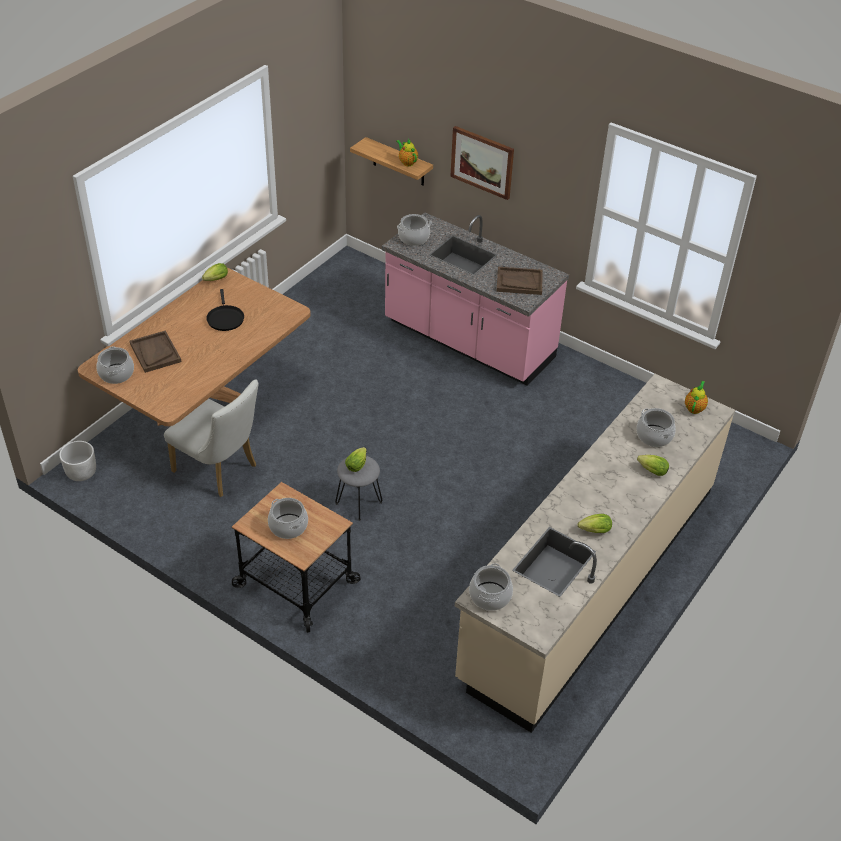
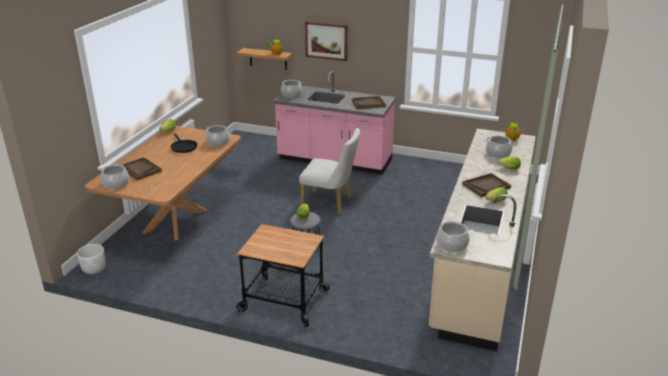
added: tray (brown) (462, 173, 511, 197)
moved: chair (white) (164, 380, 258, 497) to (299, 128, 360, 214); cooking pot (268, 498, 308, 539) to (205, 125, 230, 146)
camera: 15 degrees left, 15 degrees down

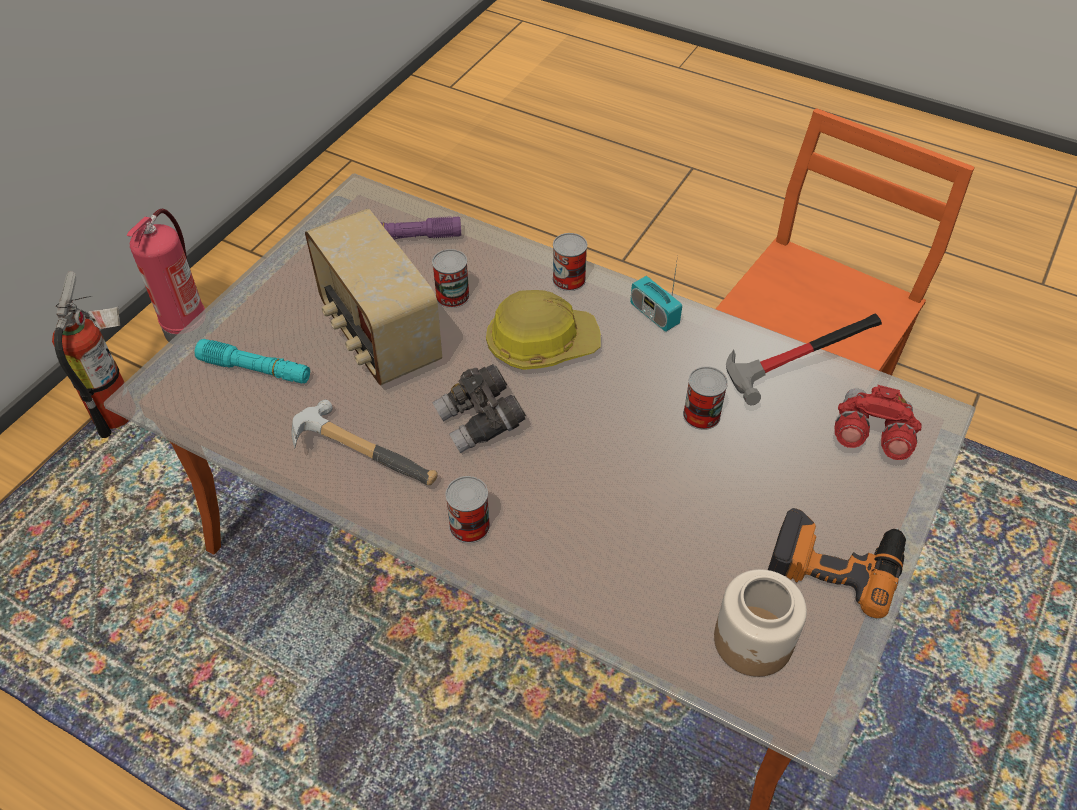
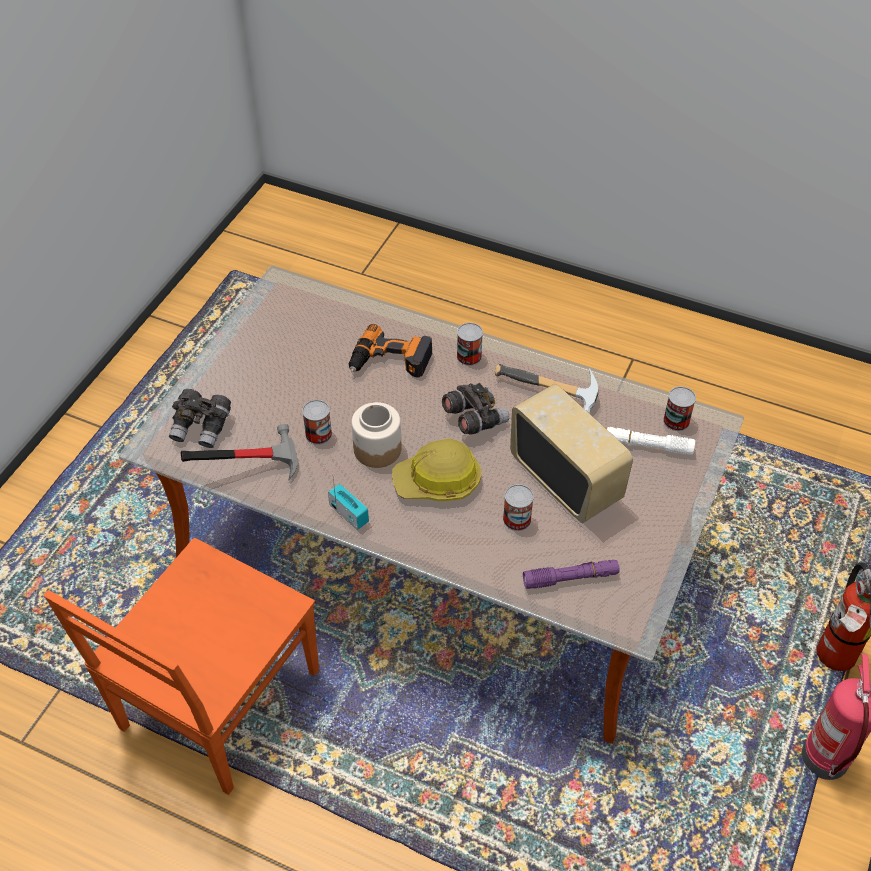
moved: can (552, 233, 587, 291) to (663, 387, 696, 431); jar (714, 569, 807, 677) to (351, 402, 402, 468); power drill (768, 508, 906, 618) to (349, 324, 432, 378)
recoloured: flashlight (turquoise) (195, 339, 310, 383) to flashlight (white) (607, 427, 695, 455); binoculars (red) (835, 385, 921, 460) to binoculars (grey) (169, 389, 231, 448)
camera: 175 degrees right, 0 degrees up

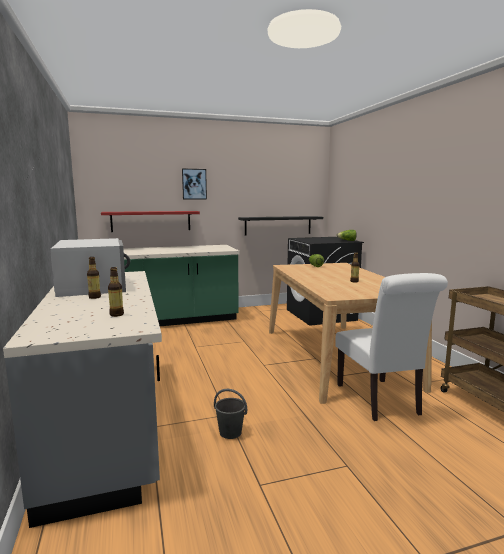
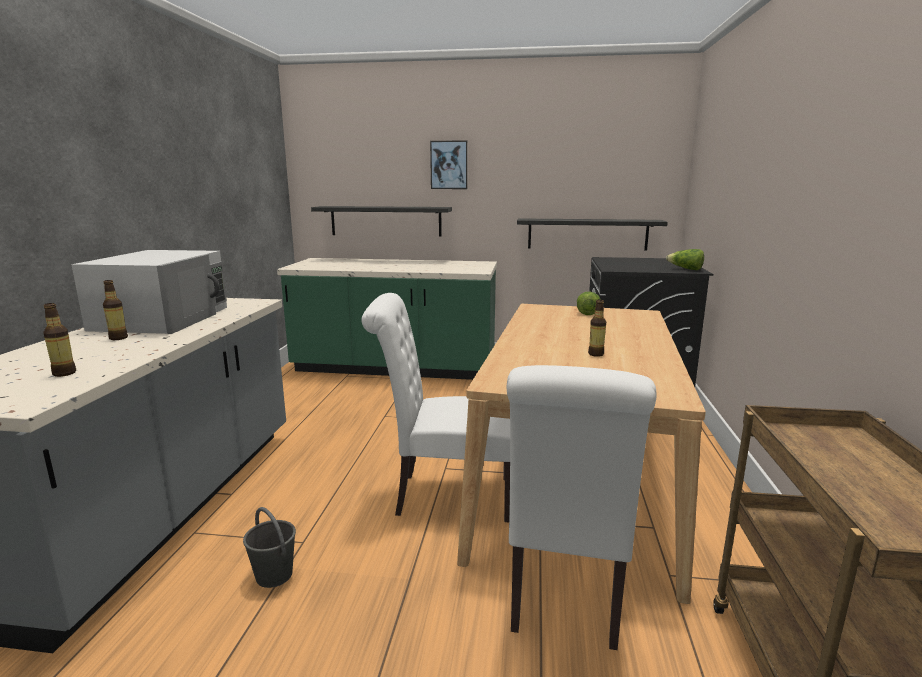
added: chair (white) (361, 293, 510, 522)
recoloured: shelf (red) (101, 211, 200, 232) to shelf (black) (311, 206, 452, 237)
camera: 25 degrees right, 5 degrees up

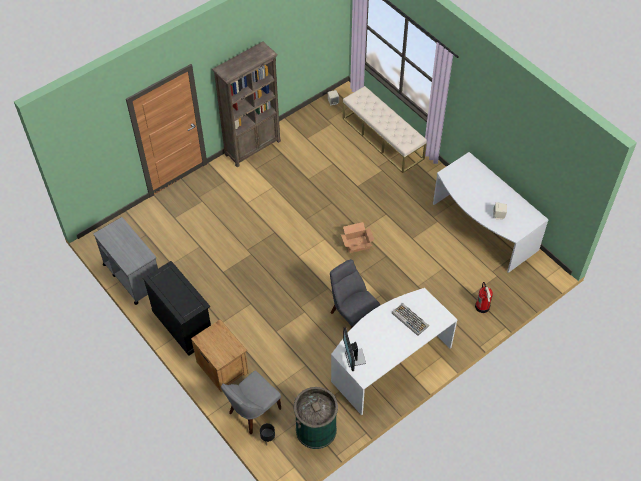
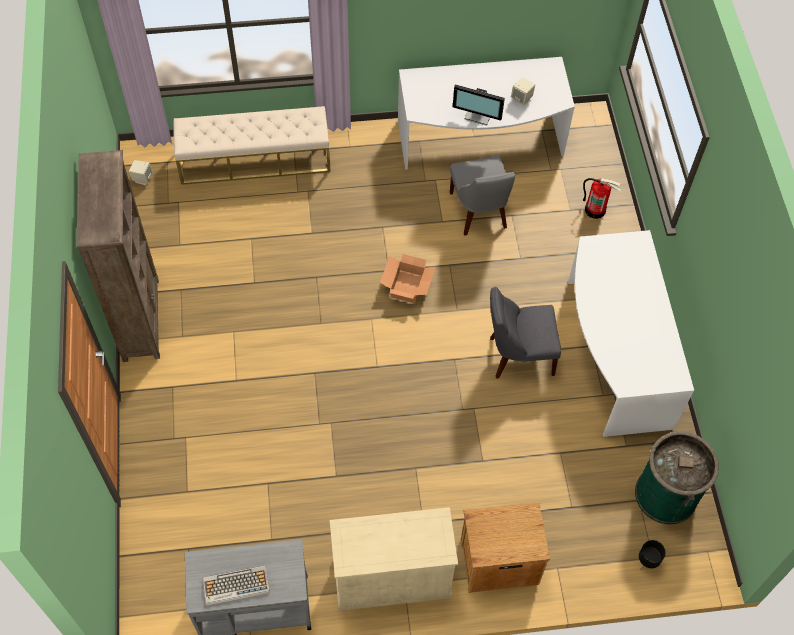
moved: chair (grey) (221, 371, 281, 434) to (450, 156, 515, 236); monitor (343, 327, 366, 371) to (453, 84, 505, 126); keyboard (392, 303, 429, 336) to (203, 565, 270, 606)
recoloured: cabinet (black) (143, 261, 211, 356) to cabinet (beige) (329, 507, 458, 611)
camera: 60 degrees left, 5 degrees up

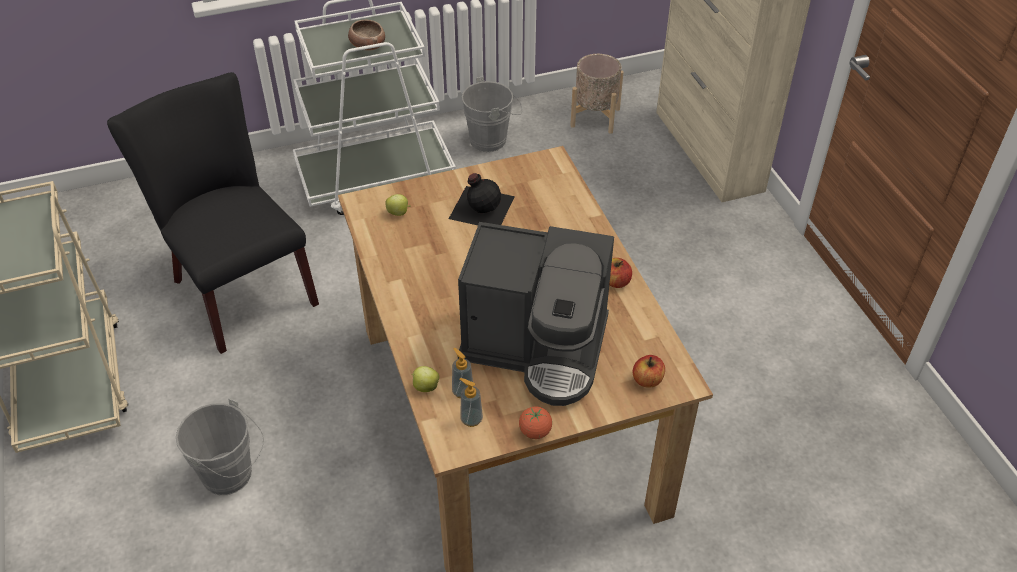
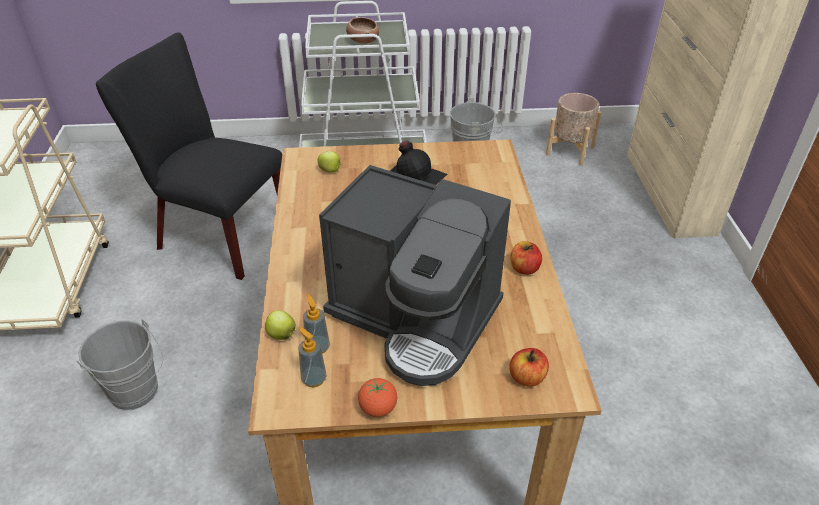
turned: chair (black) (107, 72, 319, 354) = (96, 32, 282, 280) 45 degrees counterclockwise
camera: 15 degrees right, 5 degrees down

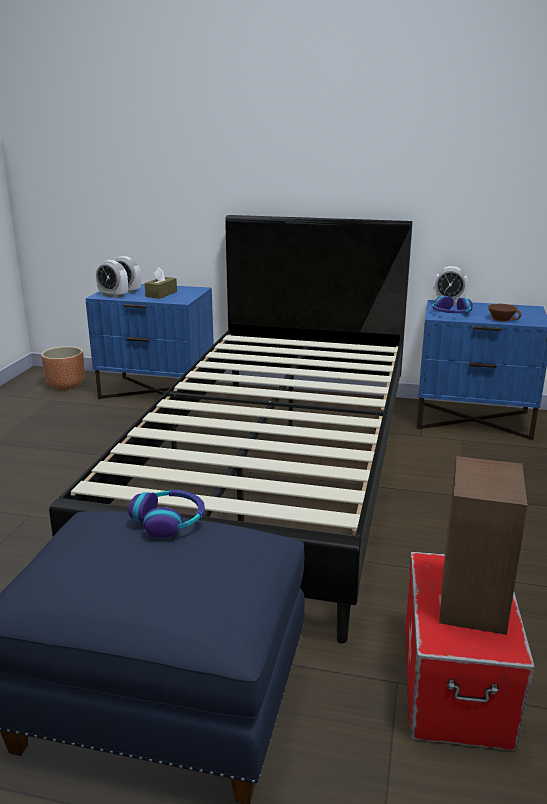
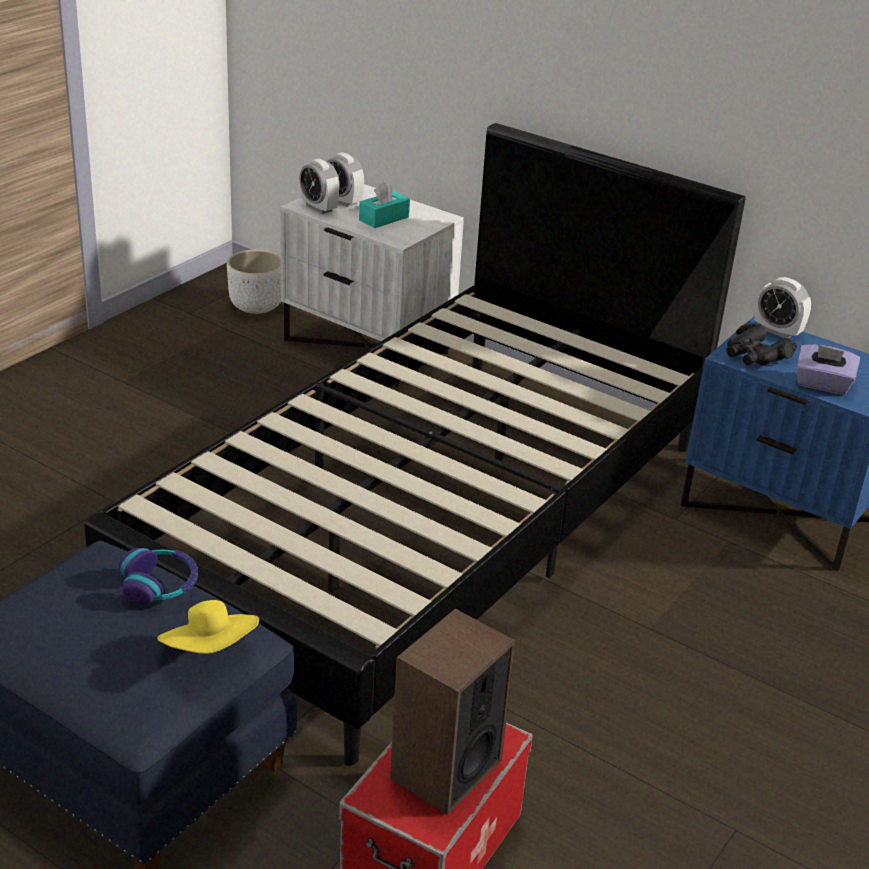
added: hat (yellow) (157, 600, 259, 654)
replaced: headphones (432, 296, 473, 314) to binoculars (black) (726, 323, 797, 366); cup (brown) (488, 304, 521, 322) to tissue box (purple) (796, 344, 860, 395)
recoloured: planter (brown) (41, 346, 85, 390) to planter (white) (227, 250, 281, 314); nightstand (blue) (86, 284, 214, 399) to nightstand (white) (280, 184, 464, 387); tissue box (brown) (145, 267, 177, 299) to tissue box (turquoise) (359, 181, 410, 228)
camera: 20 degrees right, 10 degrees up

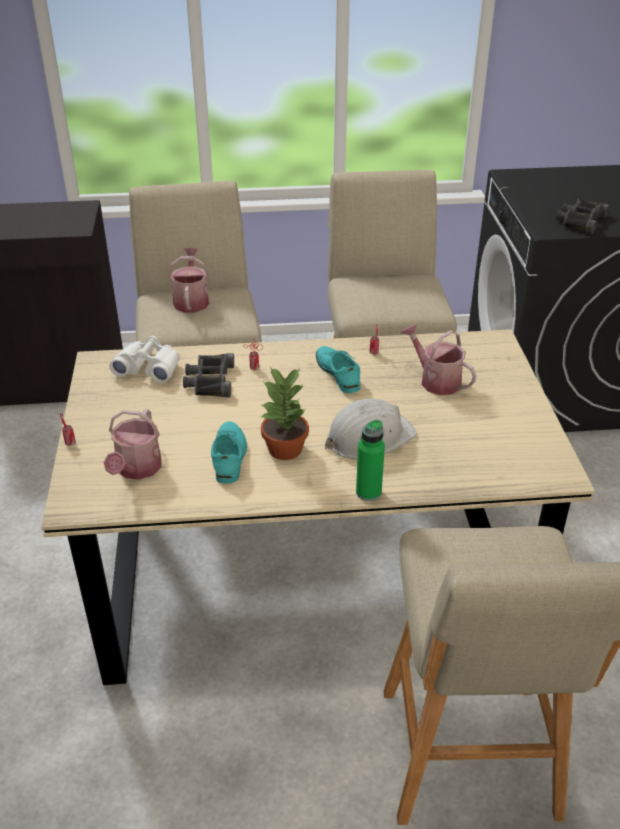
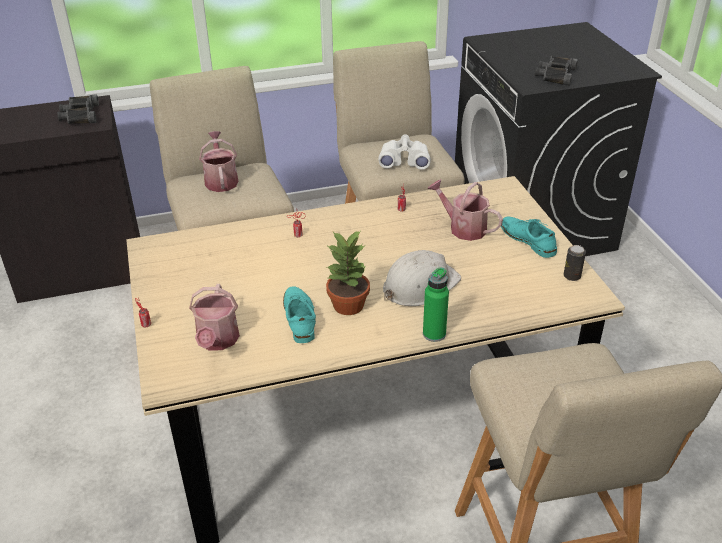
added: can (564, 245, 586, 281)
moved: binoculars (white) (109, 336, 180, 383) to (378, 134, 431, 170); binoculars (black) (183, 353, 234, 397) to (57, 94, 99, 124); shoe (turquoise) (316, 346, 360, 393) to (501, 217, 557, 258)
camera: 10 degrees left, 0 degrees up

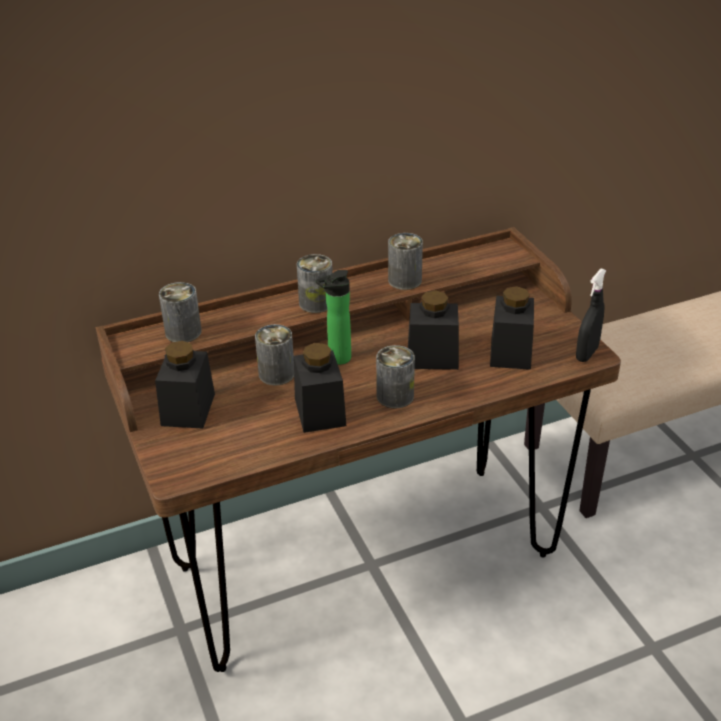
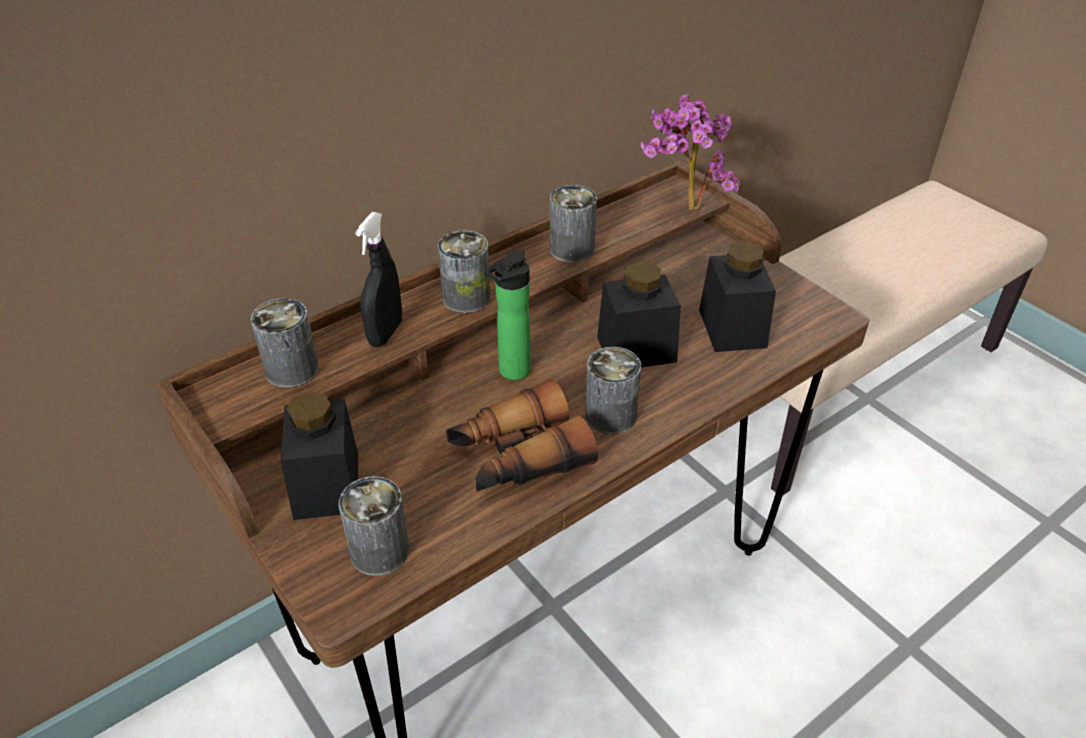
added: potted plant (640, 94, 740, 210)
moved: can (255, 324, 294, 386) to (338, 476, 409, 576); spray bottle (black) (576, 269, 606, 362) to (355, 212, 402, 347)
replaced: jar (black) (294, 343, 346, 433) to binoculars (446, 379, 598, 491)
camera: 15 degrees left, 5 degrees up

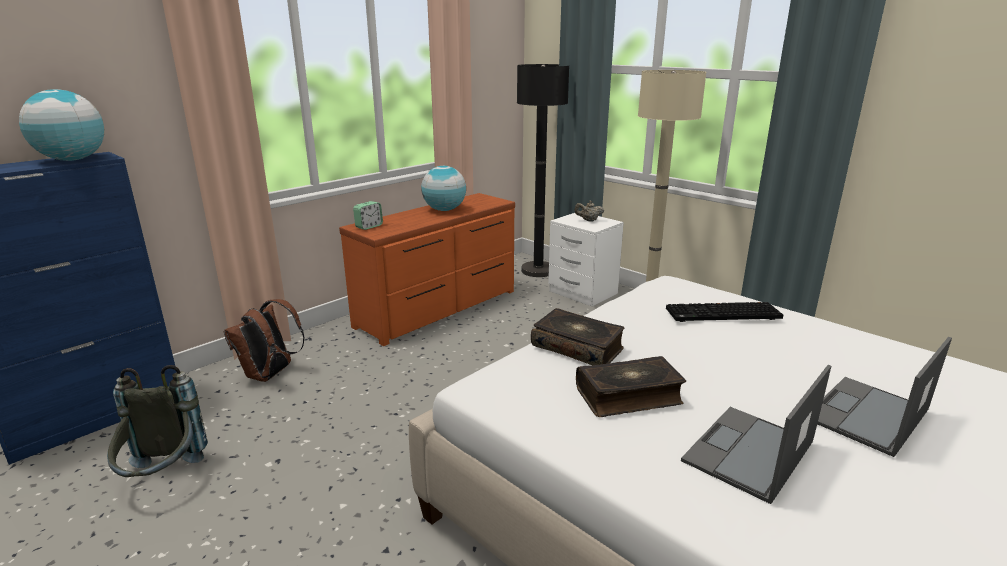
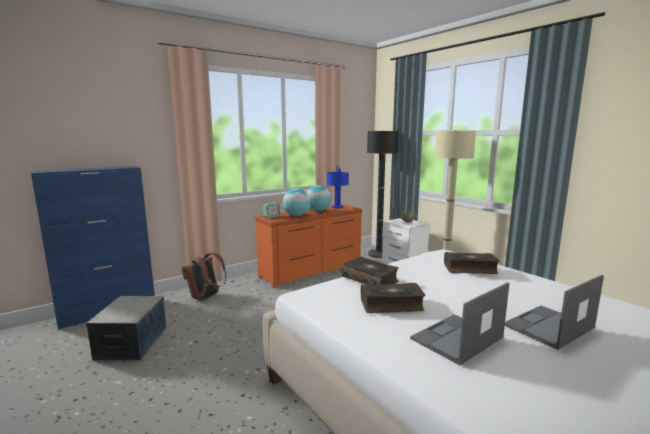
added: table lamp (blue) (327, 166, 349, 209)
moved: globe (19, 89, 104, 161) to (283, 188, 311, 216)
replaced: backpack (grey) (107, 365, 208, 477) to storage box (86, 296, 166, 361); keyboard (666, 302, 783, 322) to book (444, 252, 500, 274)
camera: 10 degrees right, 10 degrees down

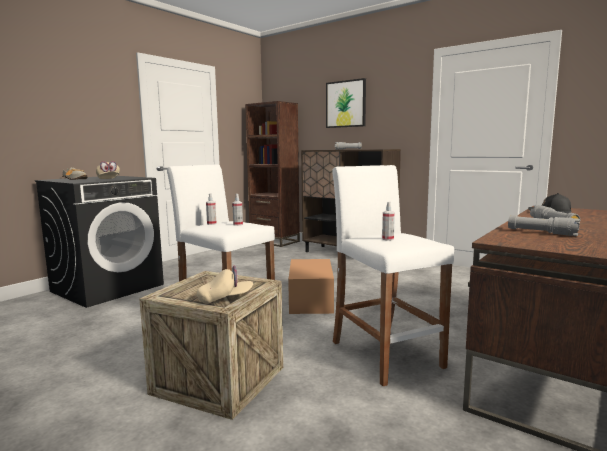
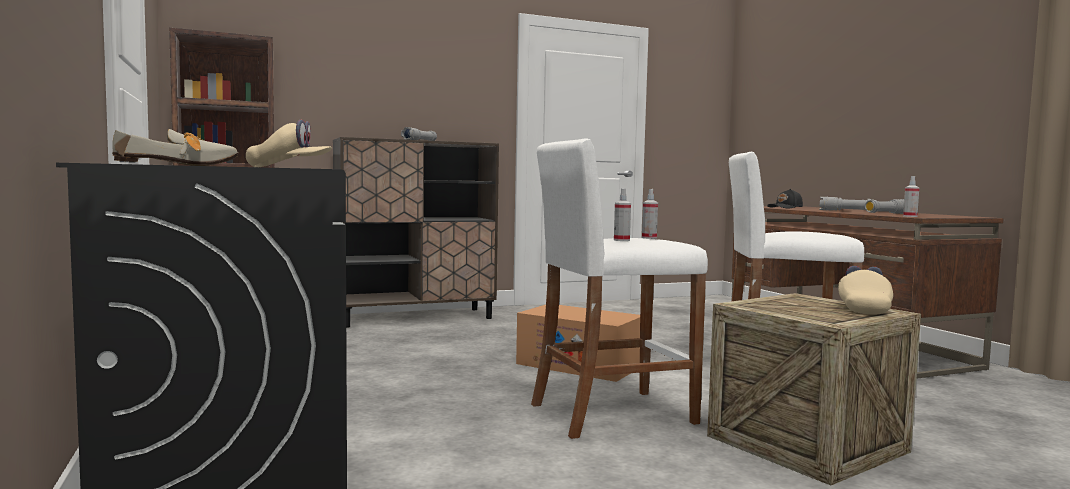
removed: picture (326, 78, 366, 128)
moved: spray bottle (382, 202, 395, 241) to (903, 176, 919, 217)
camera: 60 degrees left, 5 degrees down

